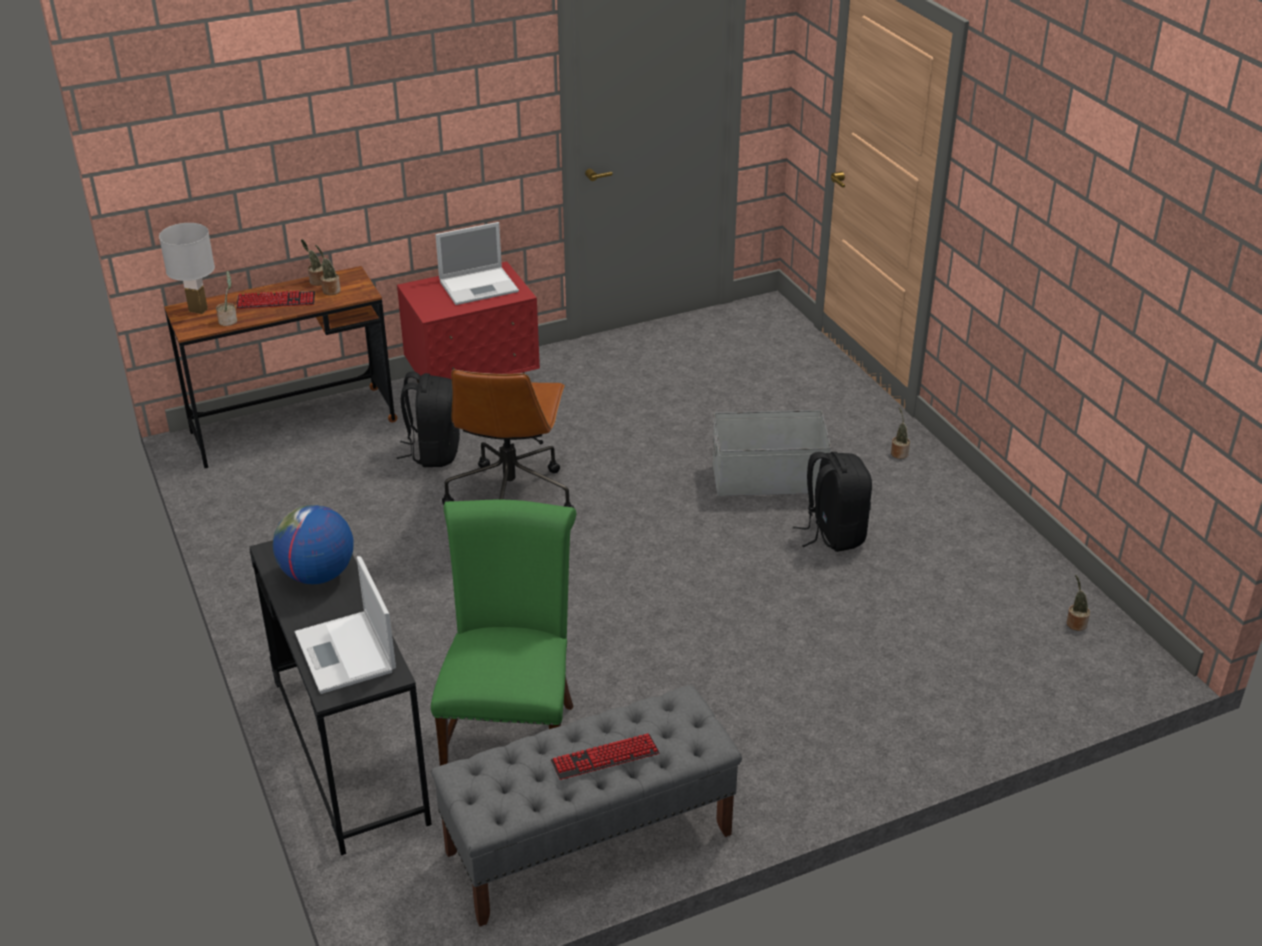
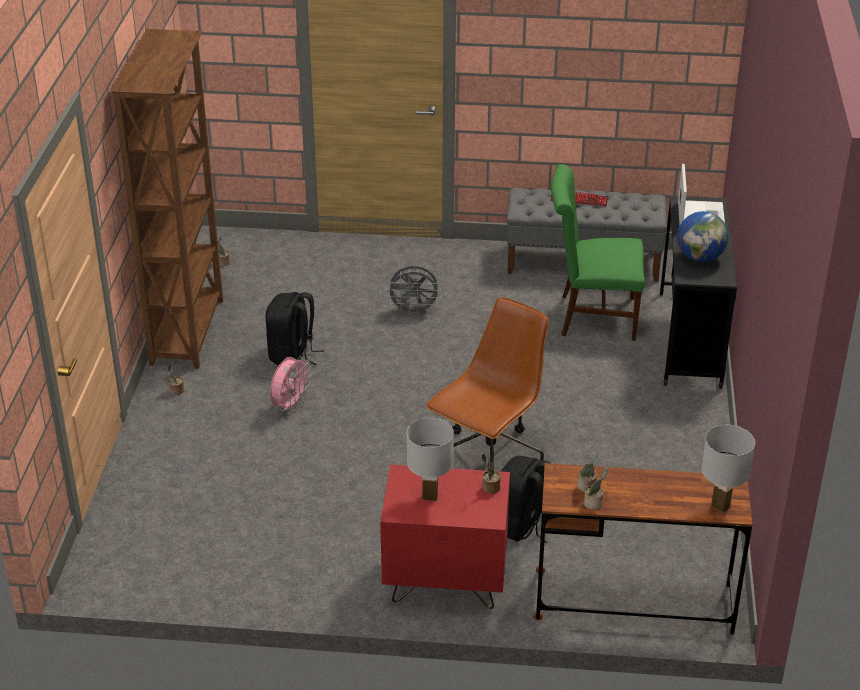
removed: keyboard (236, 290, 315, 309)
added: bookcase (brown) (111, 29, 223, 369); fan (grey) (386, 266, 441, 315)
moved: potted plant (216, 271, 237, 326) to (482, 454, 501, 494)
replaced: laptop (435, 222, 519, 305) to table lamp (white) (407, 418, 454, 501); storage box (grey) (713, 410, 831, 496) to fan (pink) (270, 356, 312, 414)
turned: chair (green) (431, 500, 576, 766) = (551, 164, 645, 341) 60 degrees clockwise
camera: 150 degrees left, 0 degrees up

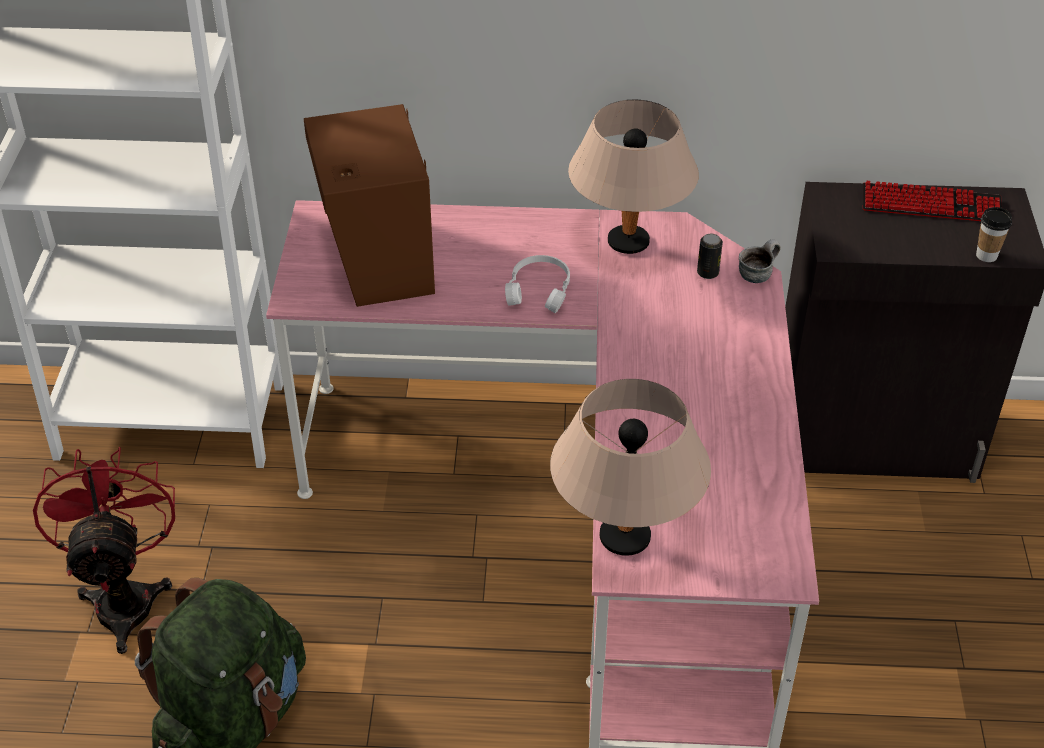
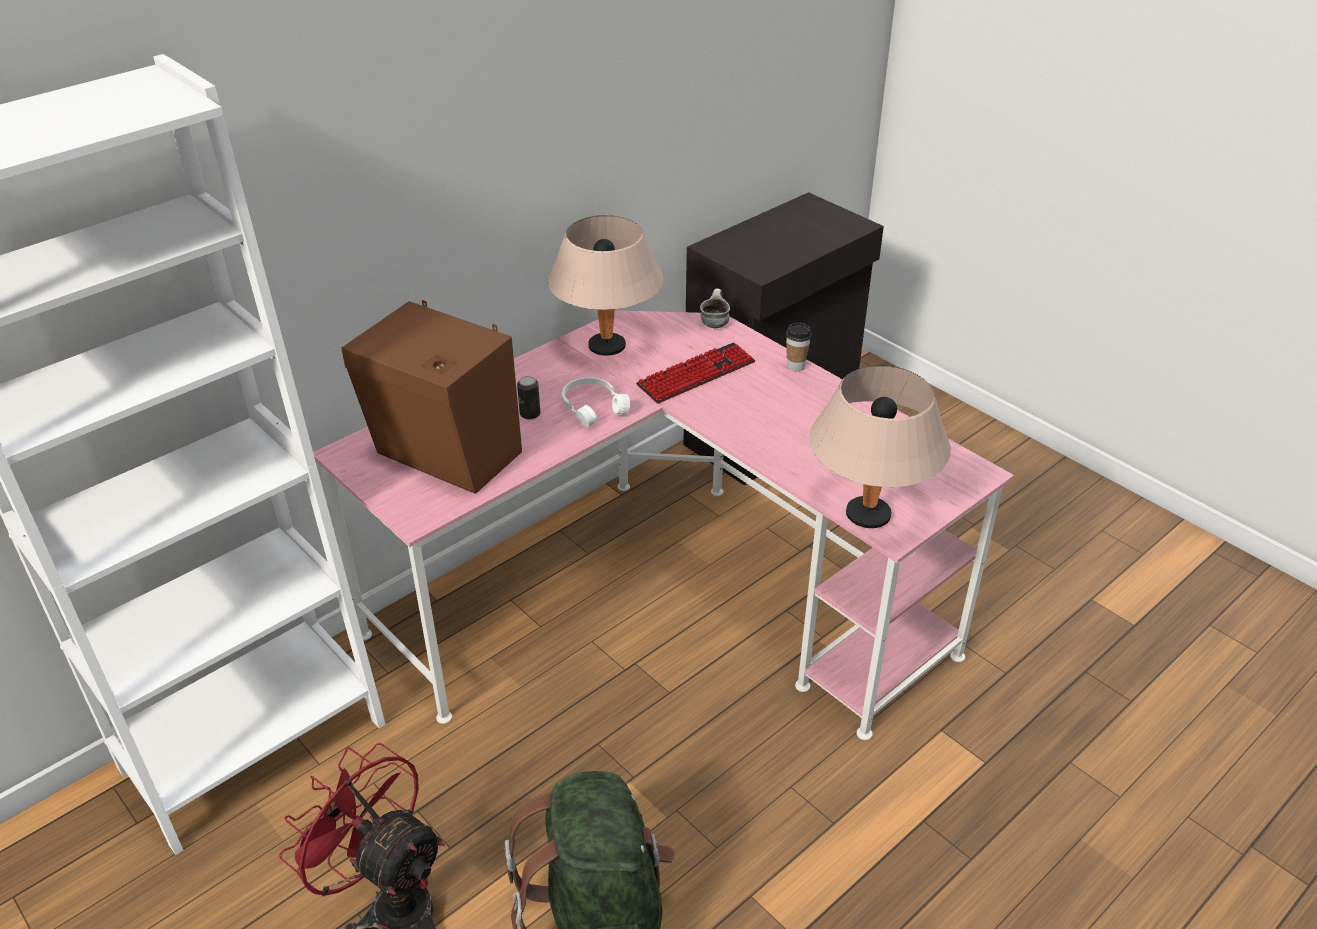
moved: can (697, 234, 723, 279) to (517, 376, 540, 420); keyboard (863, 181, 1002, 221) to (636, 343, 755, 404); cup (976, 207, 1012, 262) to (786, 323, 812, 371)
camera: 45 degrees left, 5 degrees down

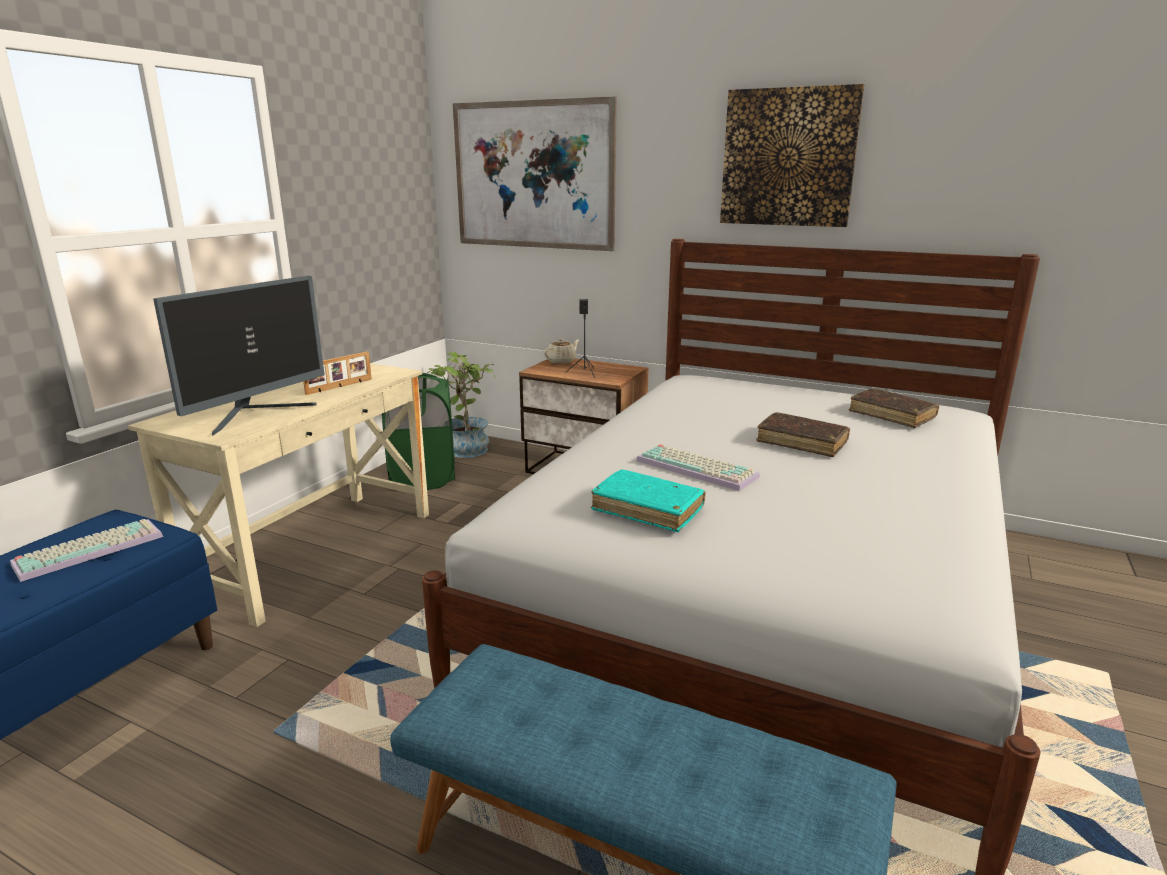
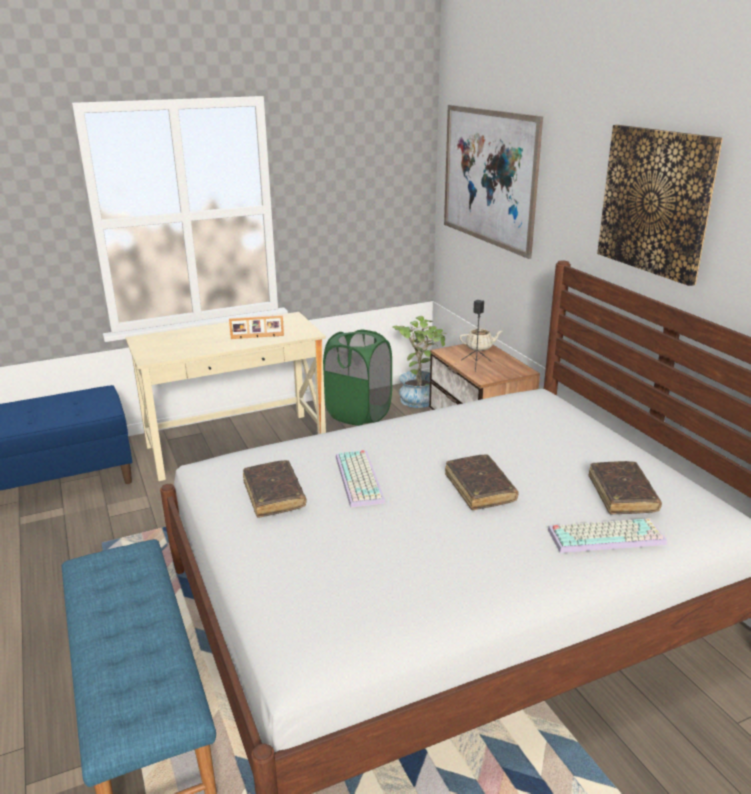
removed: monitor (153, 276, 325, 436)
moved: keyboard (10, 519, 163, 582) to (548, 518, 667, 553)
recoloured: book (turquoise) (591, 469, 706, 532) to book (brown) (243, 460, 306, 518)
camera: 40 degrees right, 5 degrees up

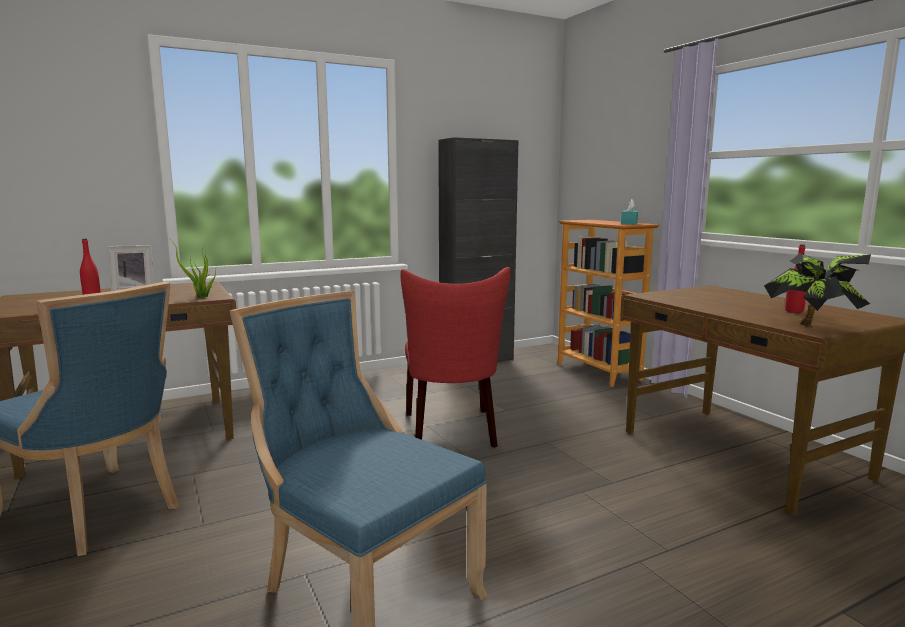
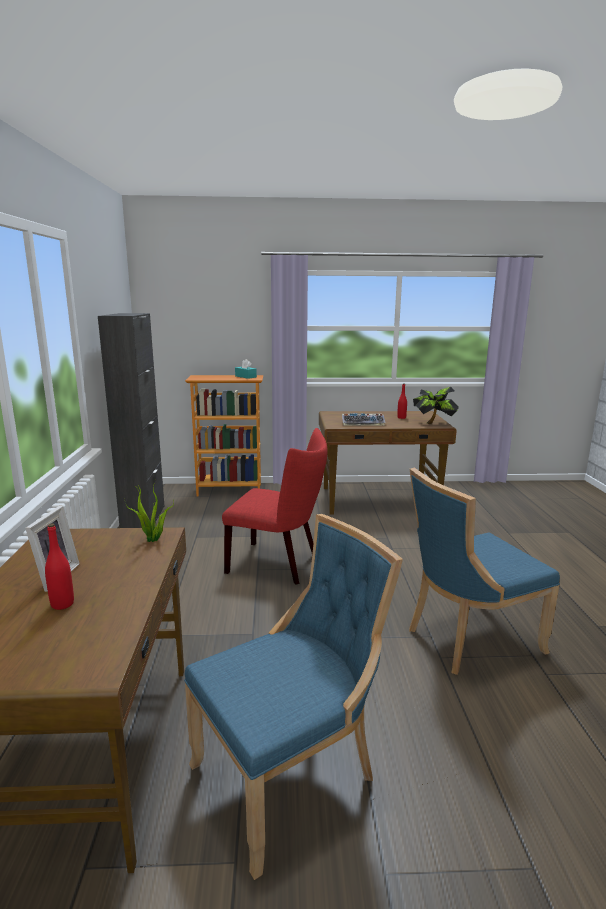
added: keyboard (342, 413, 385, 426)
camera: 65 degrees left, 5 degrees up

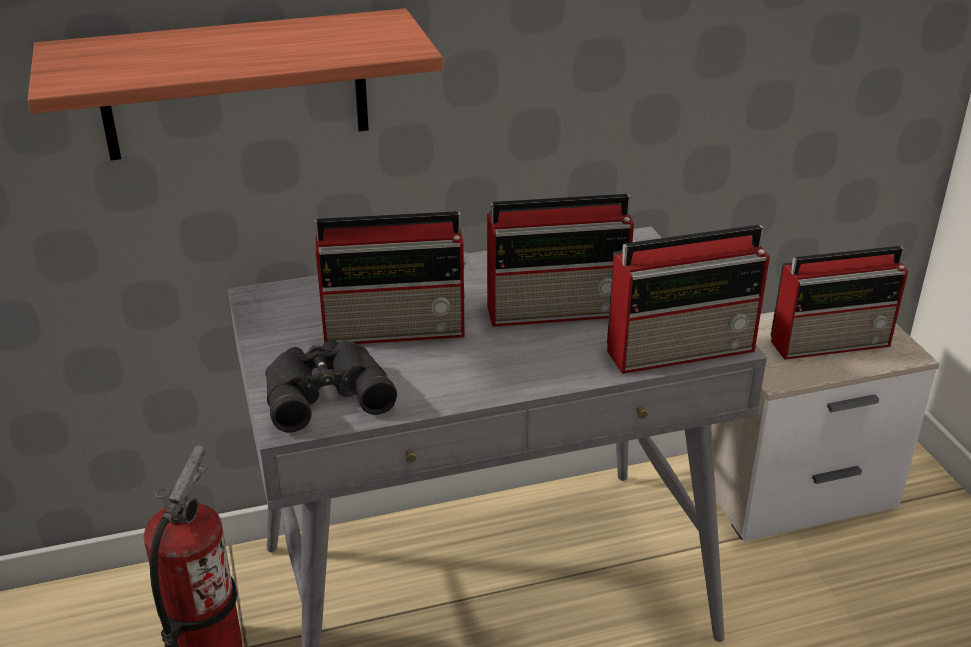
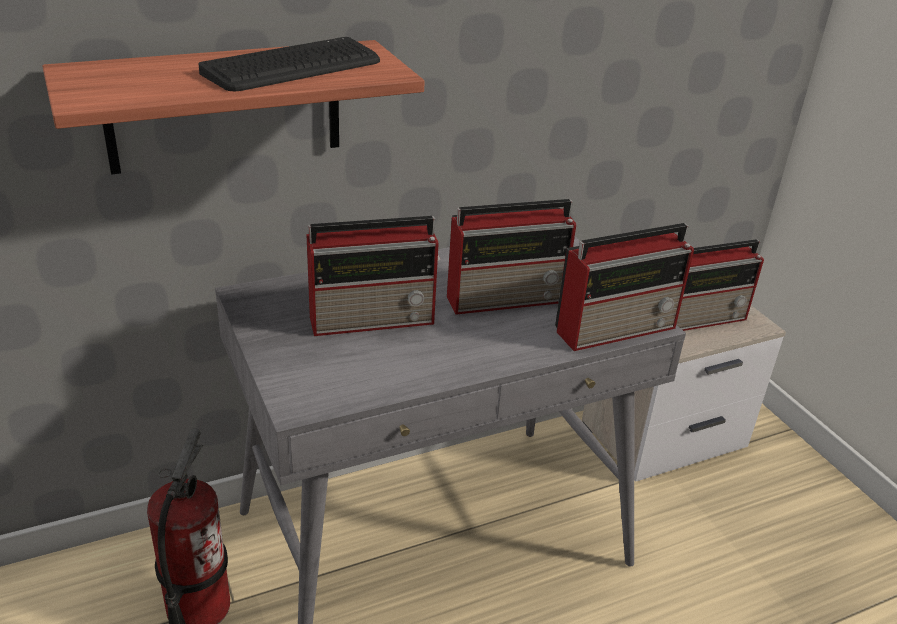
removed: binoculars (black) (265, 340, 397, 433)
added: keyboard (198, 37, 380, 91)
camera: 10 degrees left, 0 degrees up

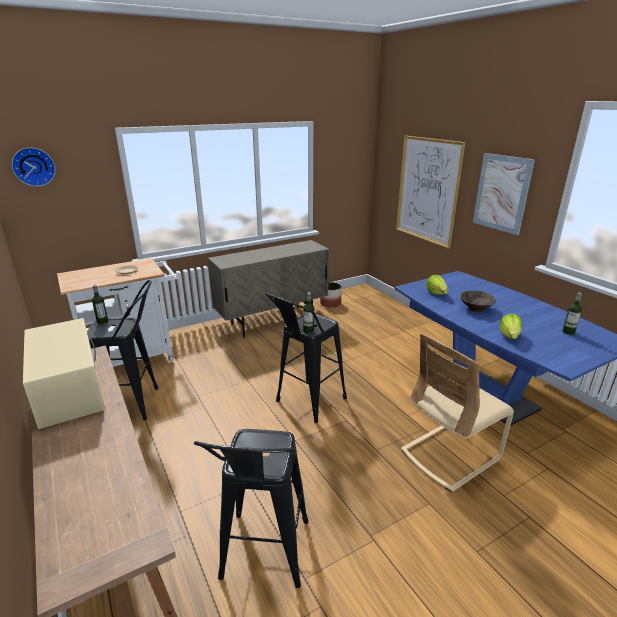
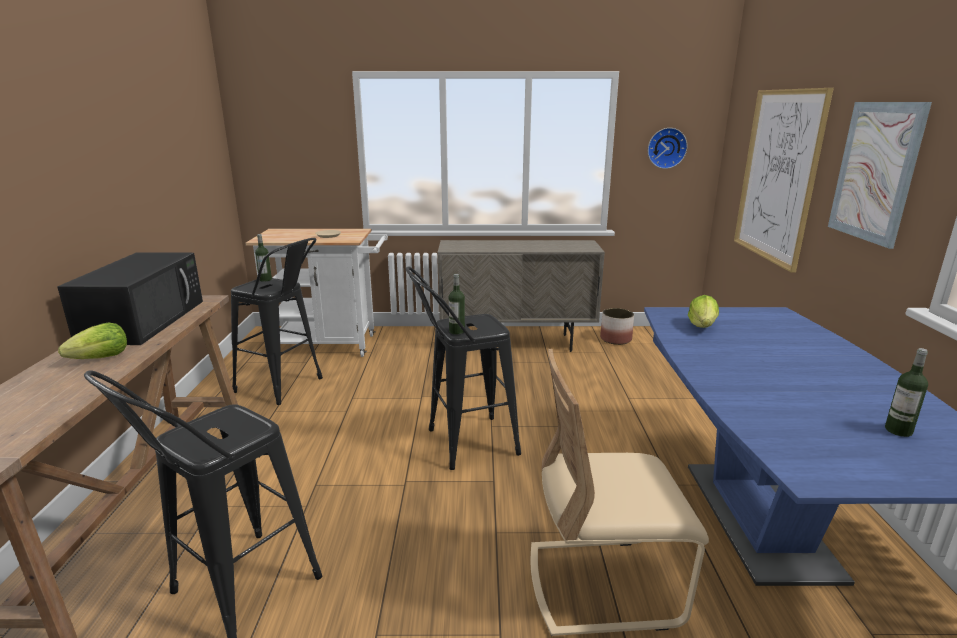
removed: bowl (brown) (460, 290, 496, 312)
moved: wall clock (12, 147, 56, 187) to (648, 128, 687, 169); lettuce (499, 313, 522, 339) to (58, 323, 127, 359)
recoloured: microwave (beige) (23, 318, 105, 429) to microwave (black) (57, 252, 203, 345)
camera: 30 degrees right, 5 degrees down

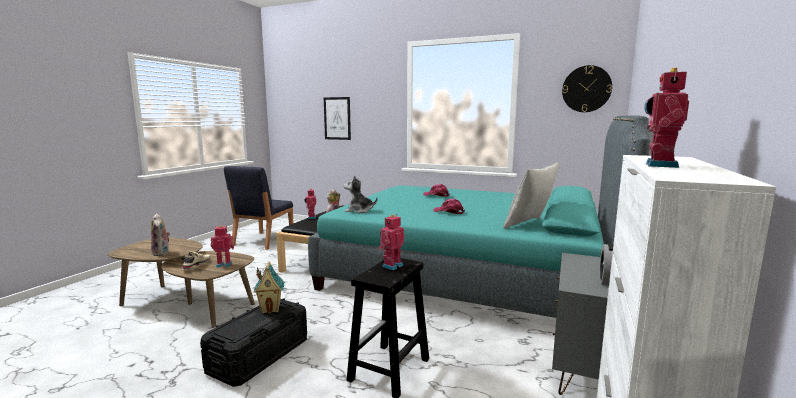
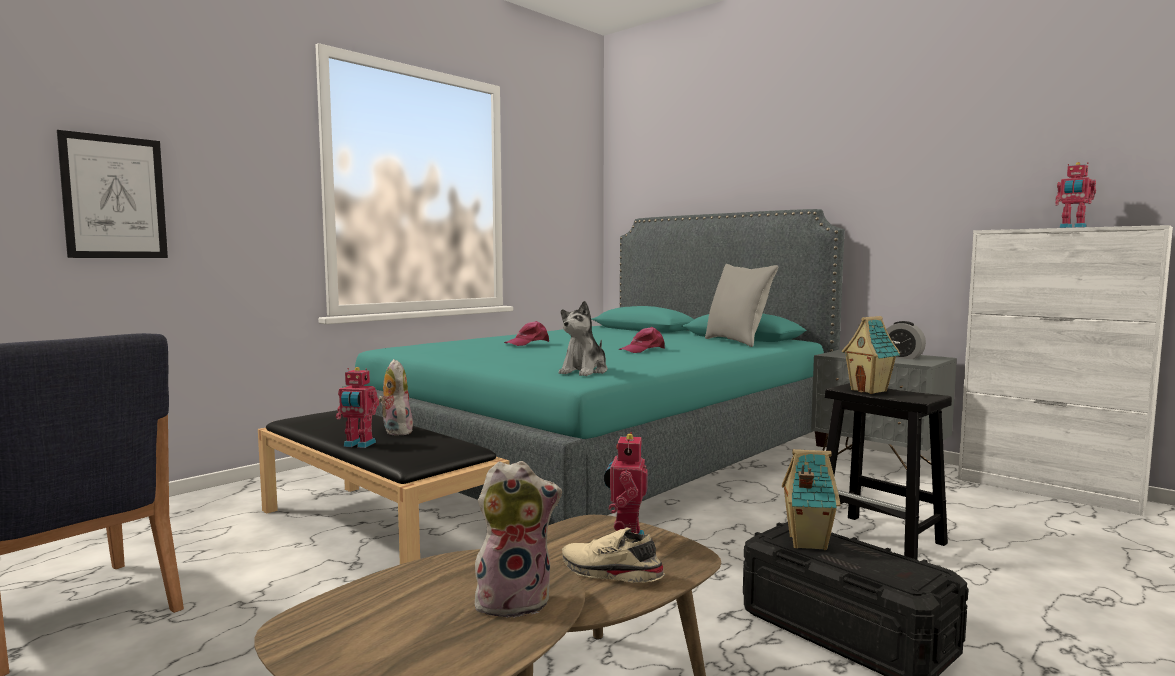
removed: wall clock (562, 65, 612, 112)
replaced: toy robot (378, 215, 405, 270) to toy house (842, 316, 900, 394)
camera: 70 degrees left, 5 degrees down

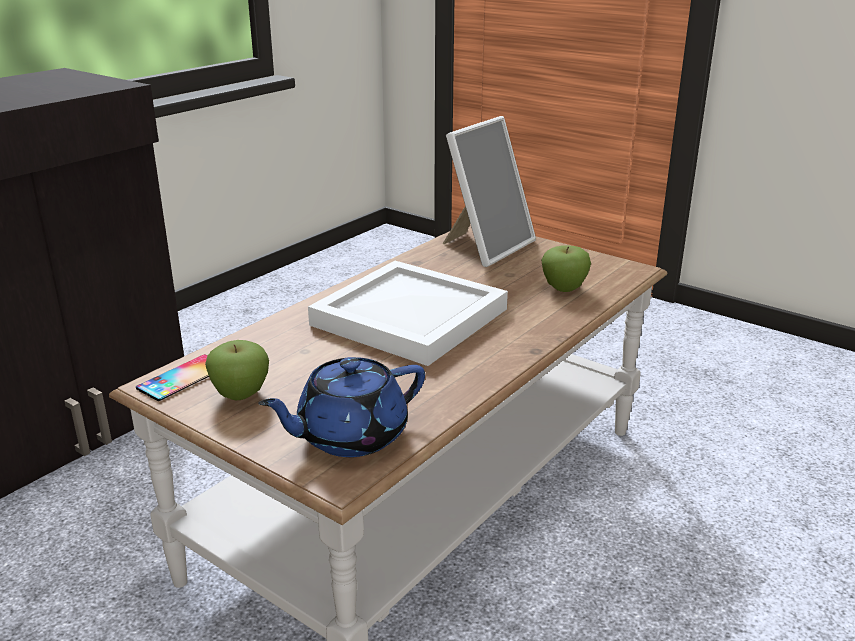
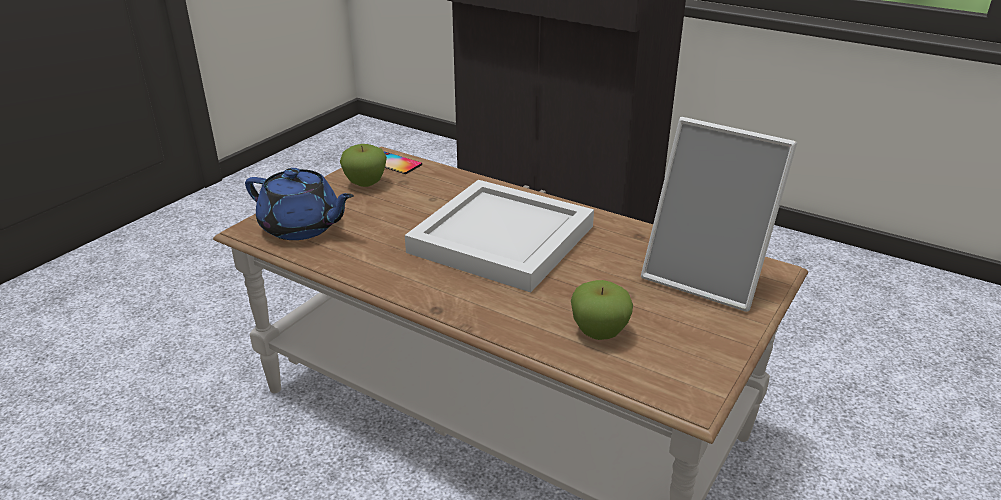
turned: teapot (blue) (258, 357, 425, 457) = (245, 168, 354, 240) 150 degrees clockwise
camera: 85 degrees right, 5 degrees up

